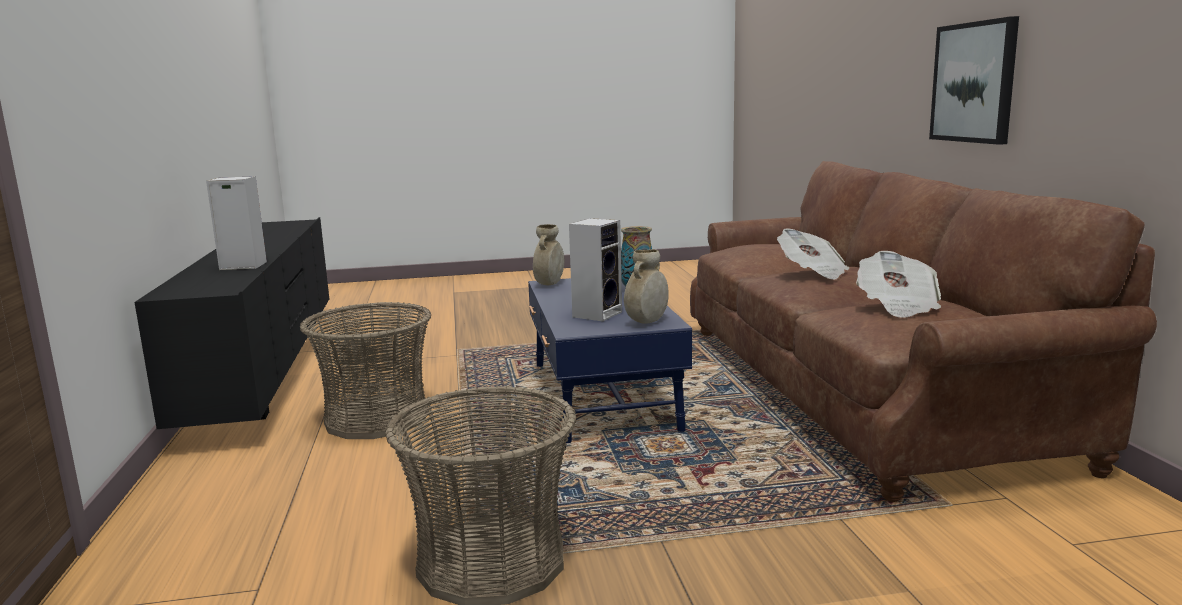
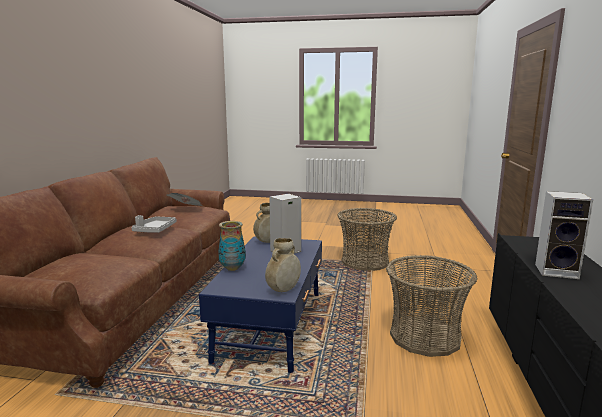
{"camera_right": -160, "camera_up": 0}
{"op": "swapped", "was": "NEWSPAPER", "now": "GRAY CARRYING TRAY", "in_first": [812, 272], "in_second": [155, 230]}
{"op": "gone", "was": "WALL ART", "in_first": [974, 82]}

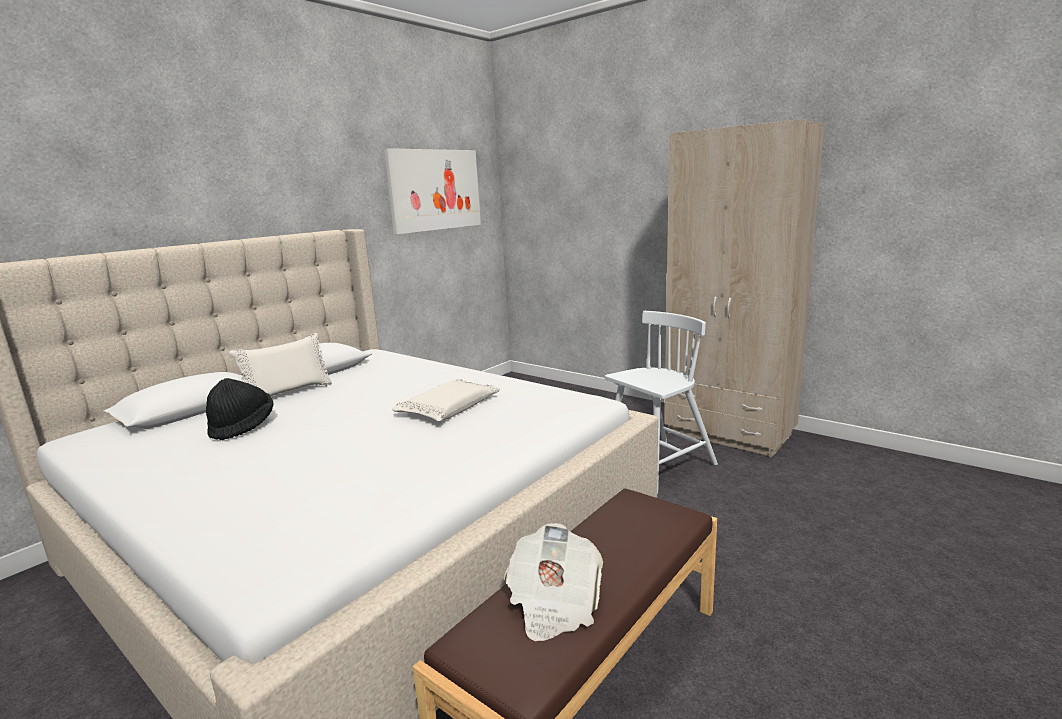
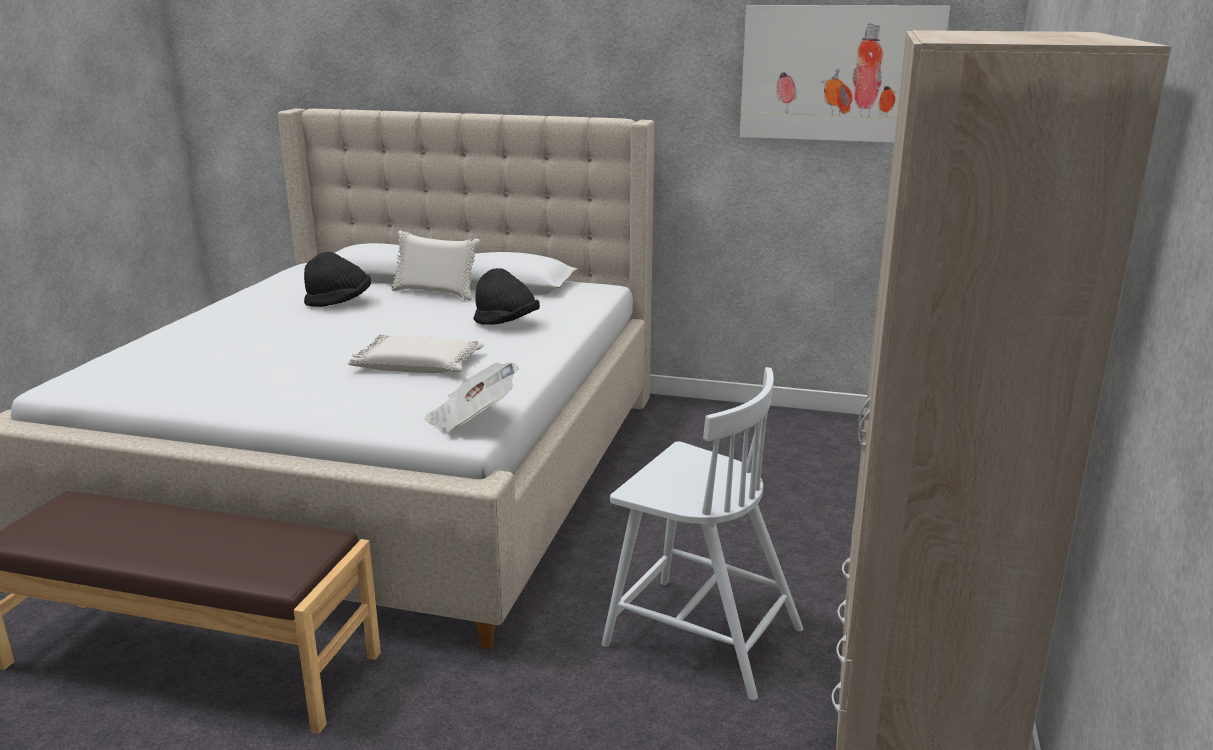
{"camera_right": 65, "camera_up": 5}
{"op": "shifted", "was": "NEWSPAPER", "in_first": [554, 604], "in_second": [472, 419]}
{"op": "new", "now": "BLACKISH HAT", "in_second": [506, 324]}

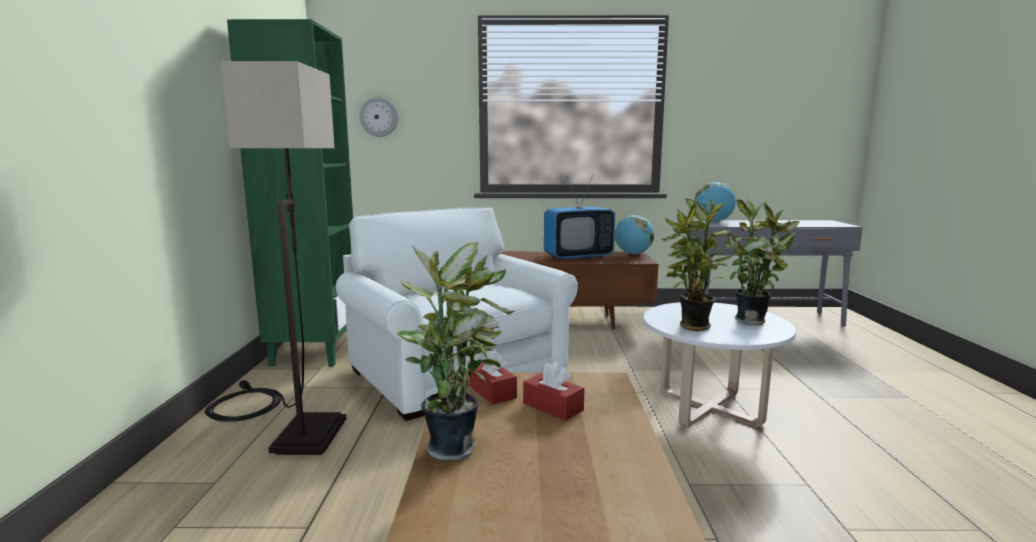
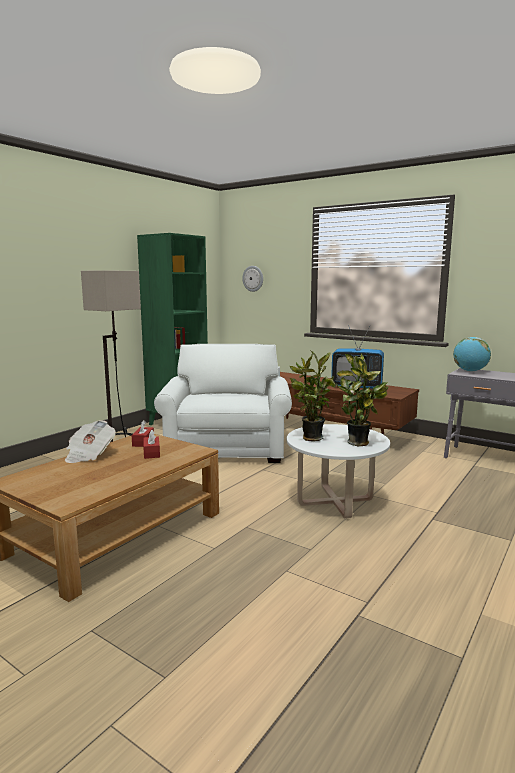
{"camera_right": 35, "camera_up": 0}
{"op": "swapped", "was": "HOUSEPLANT", "now": "NEWSPAPER", "in_first": [455, 446], "in_second": [89, 455]}
{"op": "gone", "was": "WORLD GLOBE", "in_first": [633, 254]}

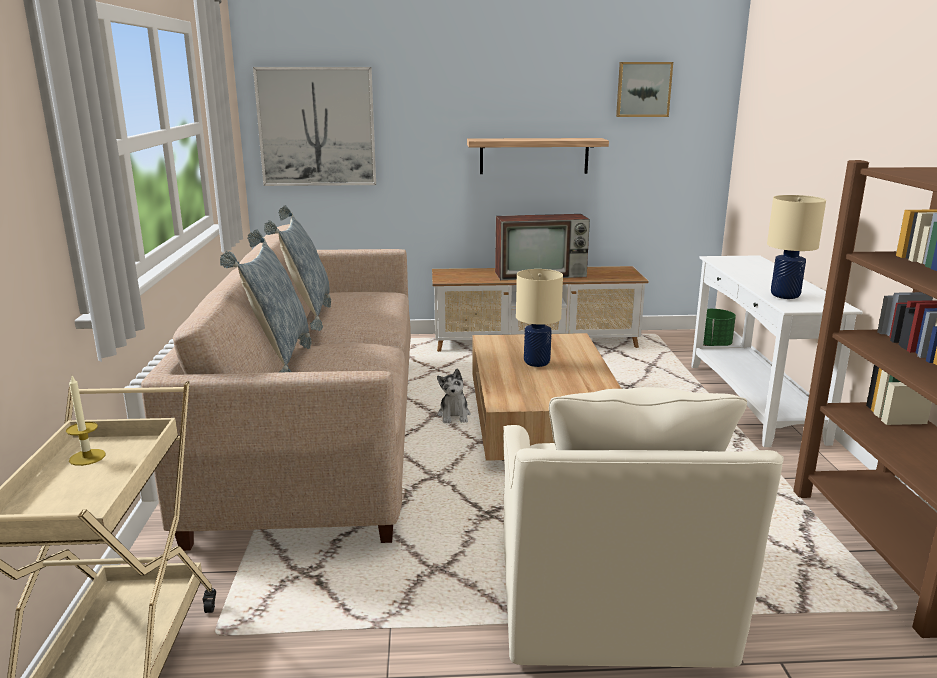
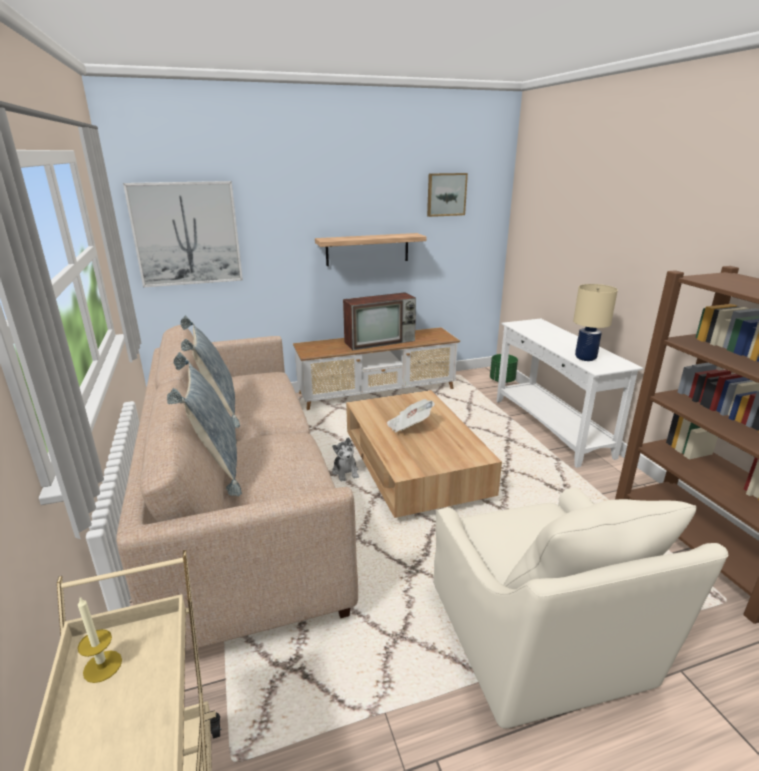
{"camera_right": -15, "camera_up": 5}
{"op": "swapped", "was": "BEIGE TABLETOP LAMP", "now": "NEWSPAPER", "in_first": [536, 364], "in_second": [409, 426]}

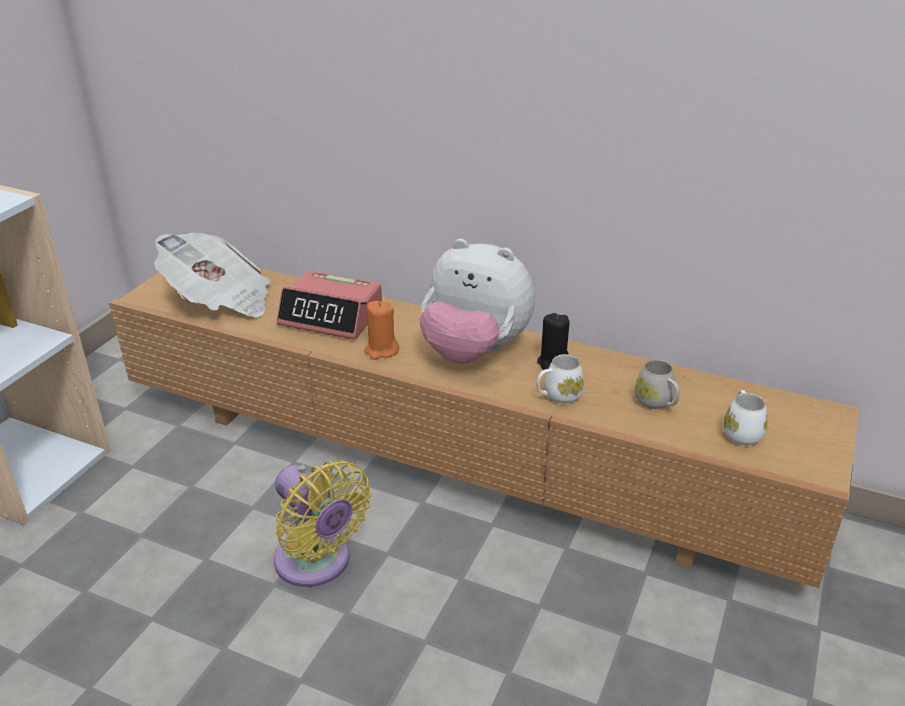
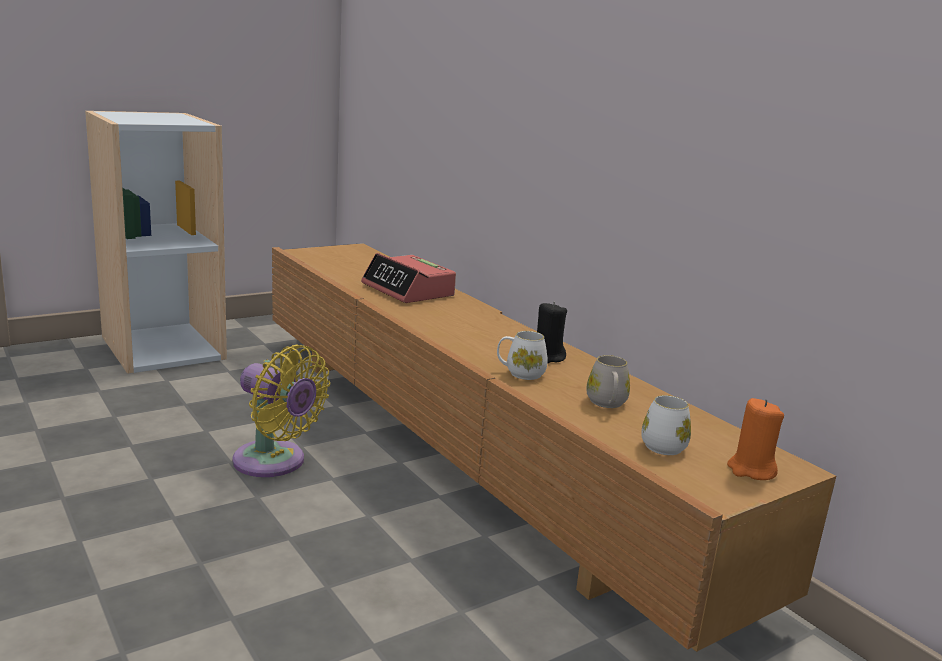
{"camera_right": 30, "camera_up": -15}
{"op": "rotated", "was": "YELLOW-COLOURED FAN", "in_first": [317, 563], "in_second": [274, 463], "clockwise": -45}
{"op": "shifted", "was": "ORANGE-COLOURED WAX LIGHT", "in_first": [381, 350], "in_second": [751, 470]}
{"op": "gone", "was": "NEWSPAPER", "in_first": [220, 300]}
{"op": "gone", "was": "SOFT TOY", "in_first": [474, 352]}

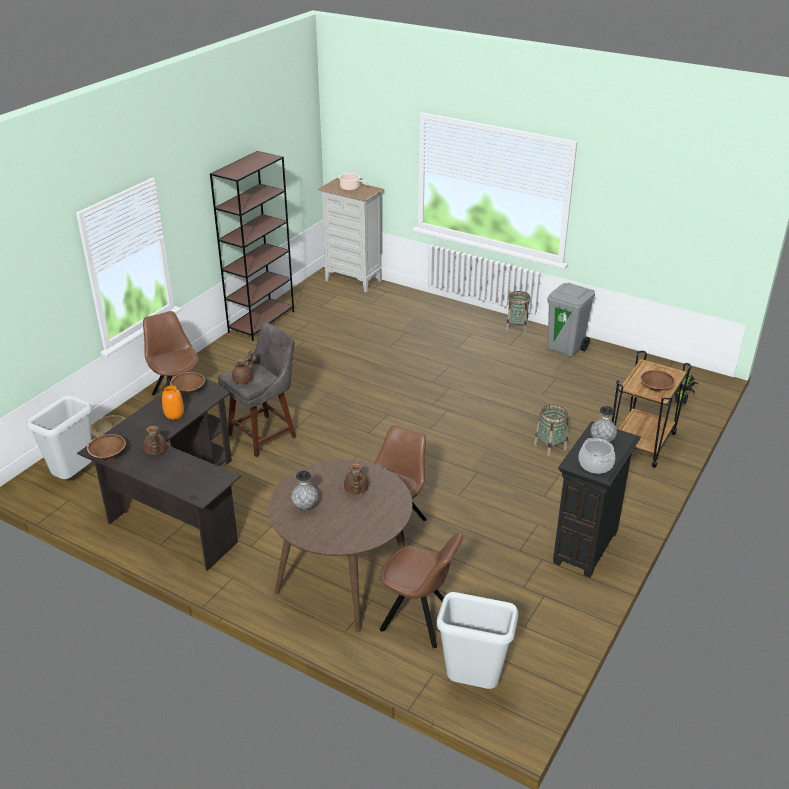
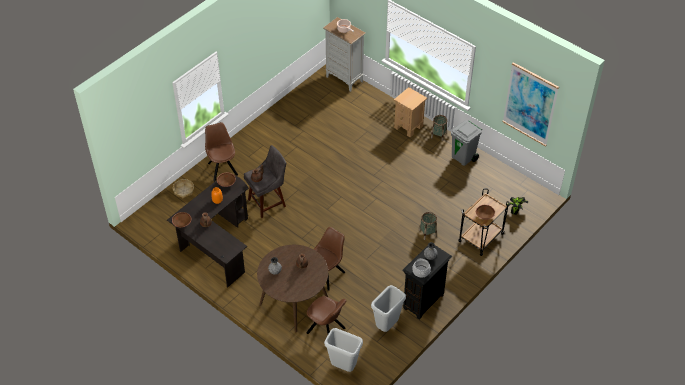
{"camera_right": 10, "camera_up": 15}
{"op": "shifted", "was": "GRAY WASTE BIN", "in_first": [74, 476], "in_second": [386, 325]}
{"op": "new", "now": "BEIGE NIGHTSTAND", "in_second": [408, 127]}
{"op": "new", "now": "WALL ART", "in_second": [530, 104]}
{"op": "gone", "was": "BROWN BOOKCASE", "in_first": [261, 321]}

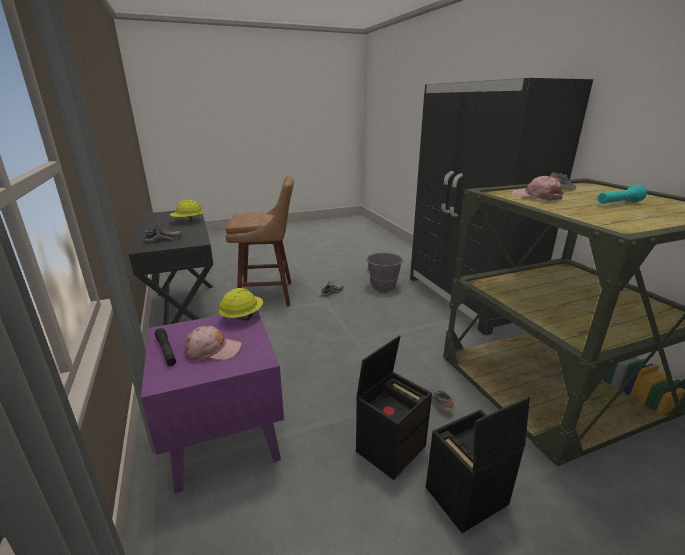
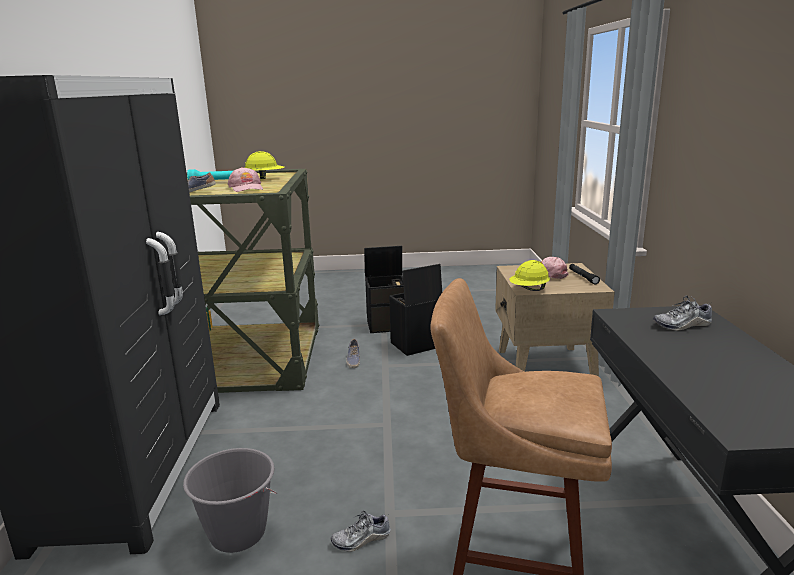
{"camera_right": -160, "camera_up": -5}
{"op": "shifted", "was": "YELLOW-COLOURED WORK HELMET", "in_first": [188, 221], "in_second": [265, 178]}
{"op": "repainted", "was": "PURPLISH NIGHTSTAND", "now": "BEIGE NIGHTSTAND", "in_first": [224, 436], "in_second": [546, 366]}

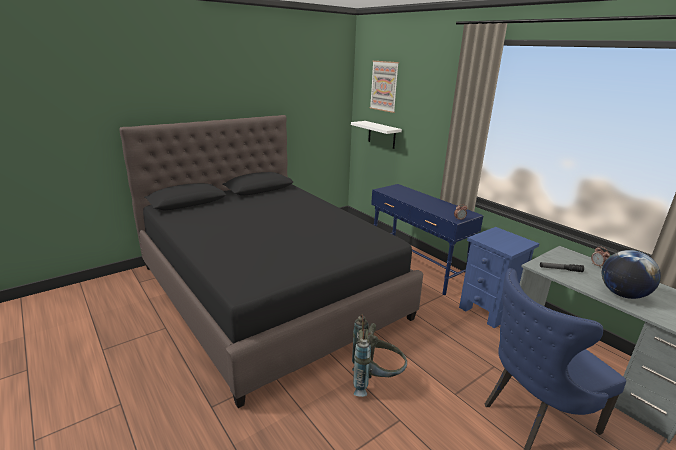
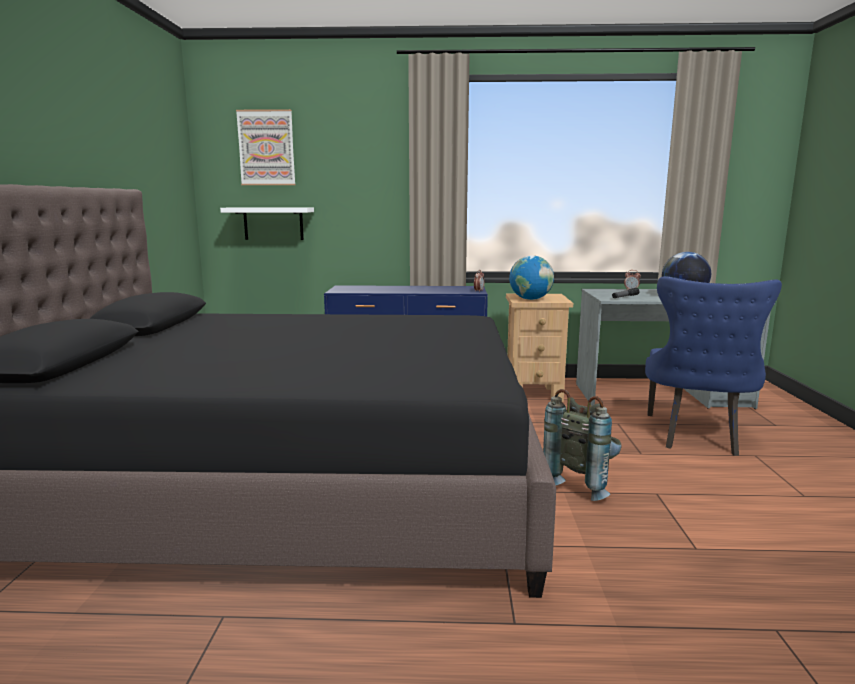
{"camera_right": -50, "camera_up": -10}
{"op": "repainted", "was": "BLUE NIGHTSTAND", "now": "BEIGE NIGHTSTAND", "in_first": [488, 311], "in_second": [534, 393]}
{"op": "new", "now": "WORLD GLOBE", "in_second": [530, 299]}

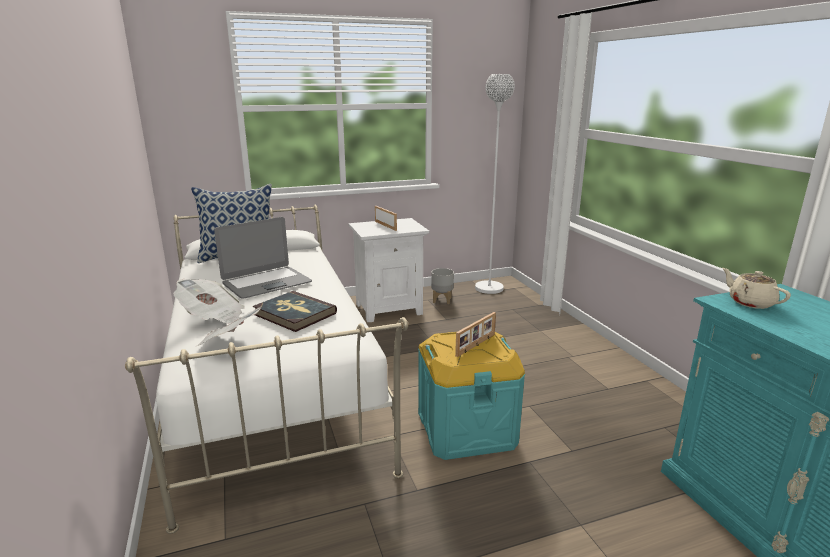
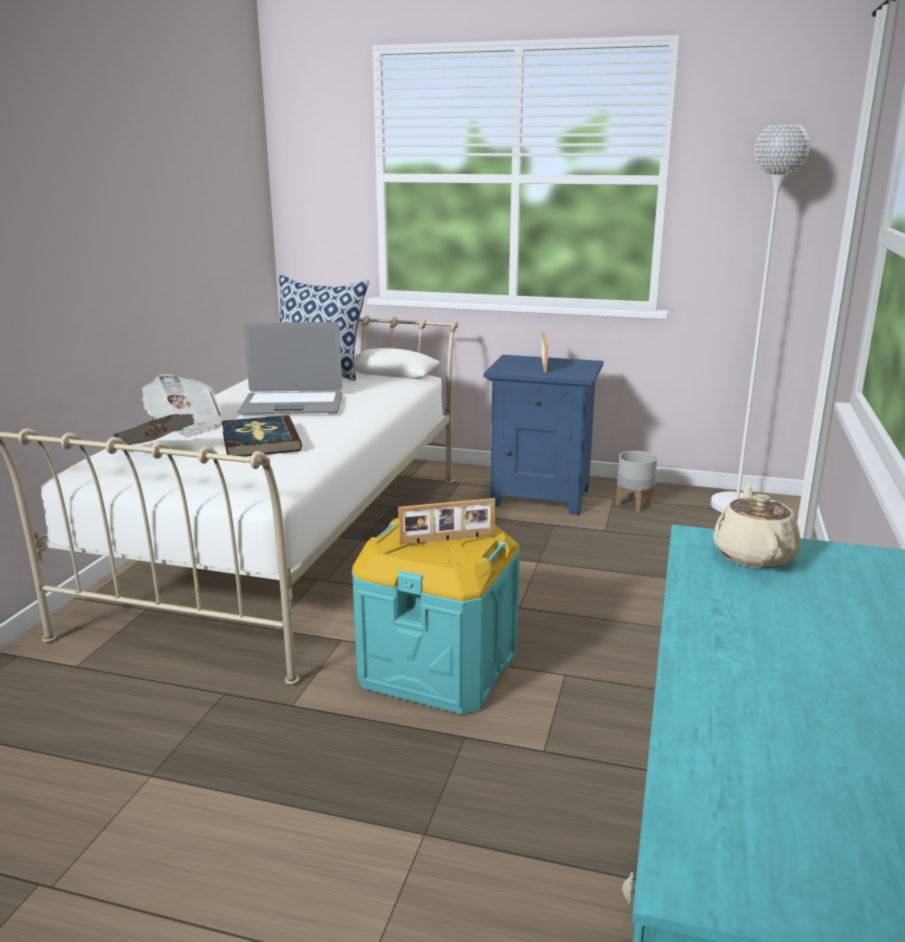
{"camera_right": 35, "camera_up": 0}
{"op": "repainted", "was": "WHITE-COLOURED NIGHTSTAND", "now": "BLUE NIGHTSTAND", "in_first": [390, 309], "in_second": [541, 497]}

